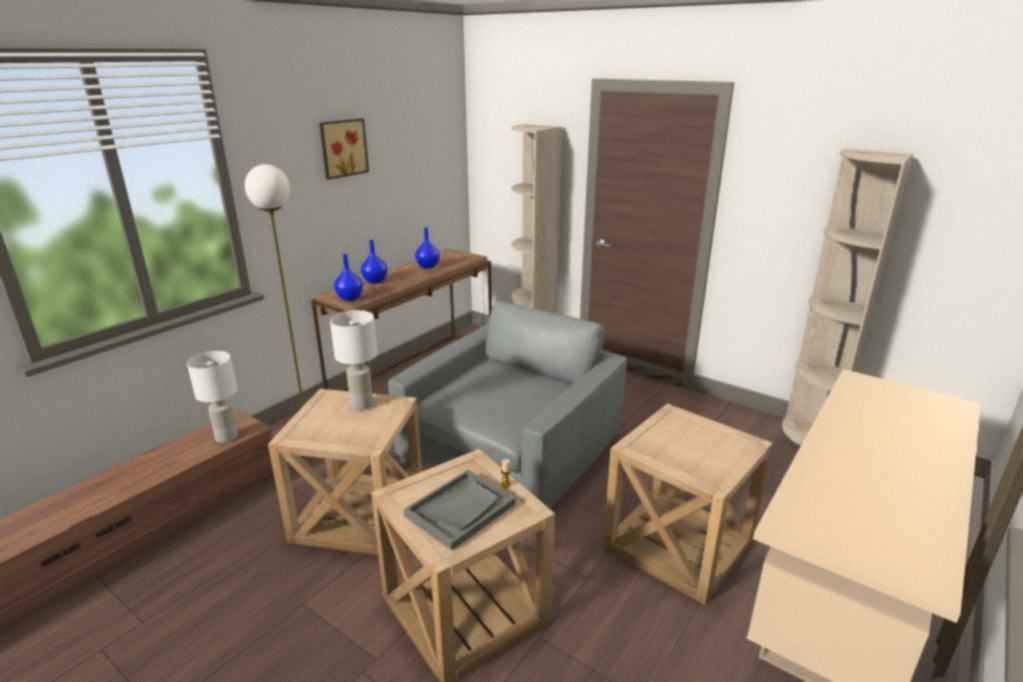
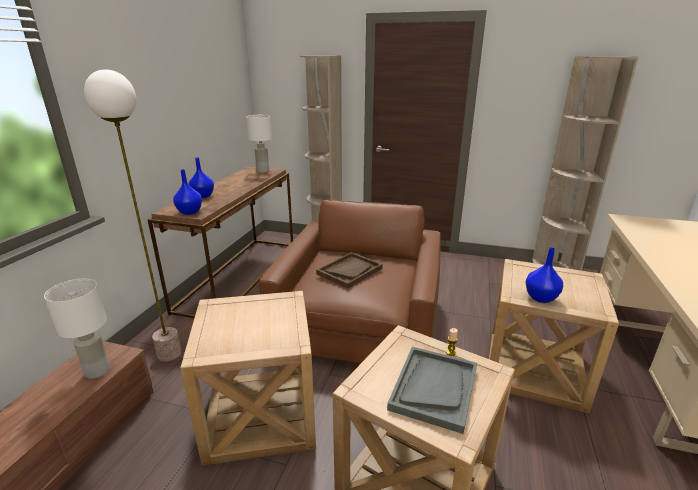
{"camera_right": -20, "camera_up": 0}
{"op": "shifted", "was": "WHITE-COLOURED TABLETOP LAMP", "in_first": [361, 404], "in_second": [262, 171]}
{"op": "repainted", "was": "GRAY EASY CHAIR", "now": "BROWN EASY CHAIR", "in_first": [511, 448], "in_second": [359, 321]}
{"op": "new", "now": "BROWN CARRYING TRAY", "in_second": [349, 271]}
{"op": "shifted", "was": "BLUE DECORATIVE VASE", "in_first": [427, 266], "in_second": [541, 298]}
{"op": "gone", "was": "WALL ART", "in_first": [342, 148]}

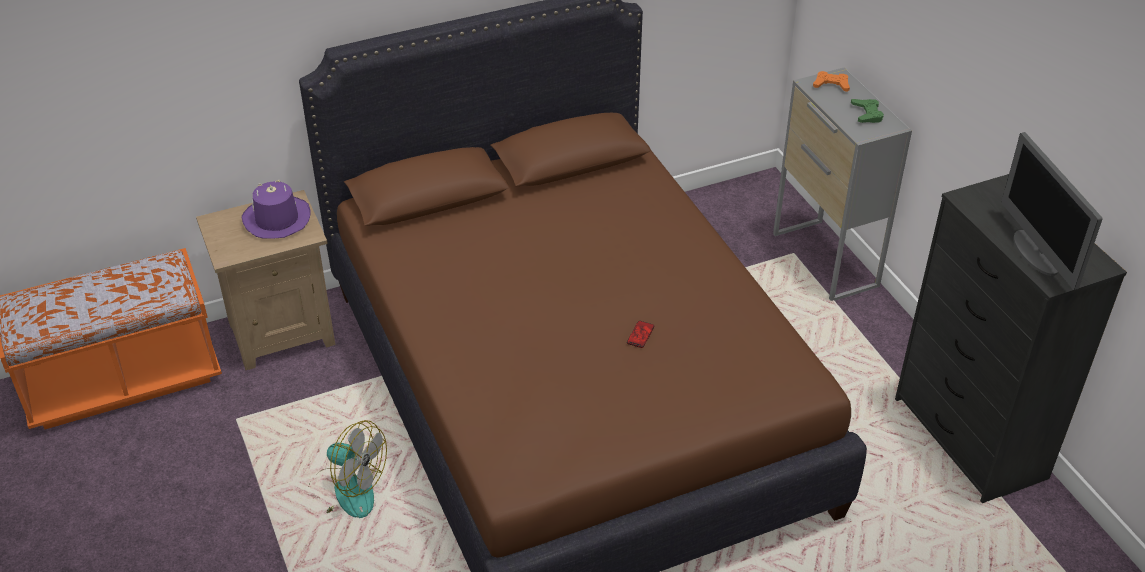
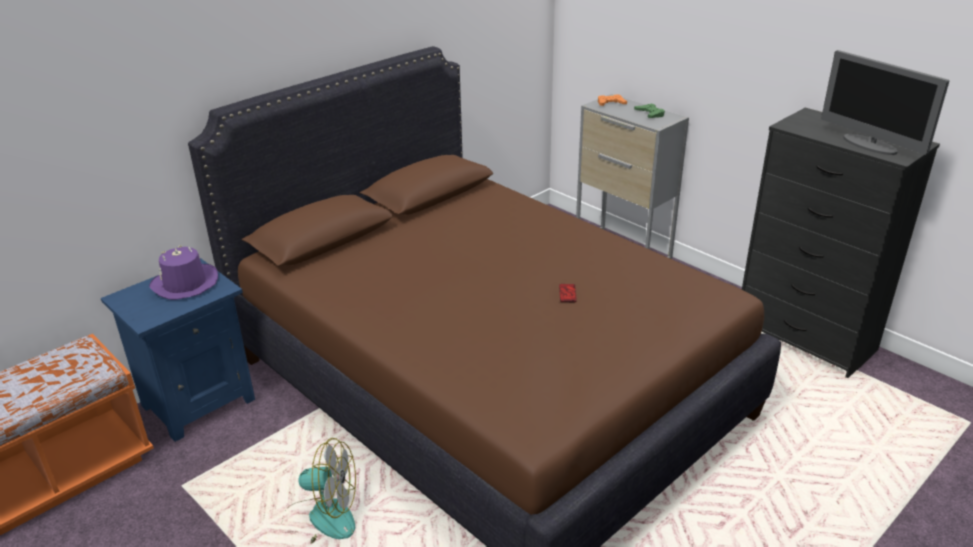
{"camera_right": -20, "camera_up": -10}
{"op": "repainted", "was": "BEIGE NIGHTSTAND", "now": "BLUE NIGHTSTAND", "in_first": [283, 334], "in_second": [201, 403]}

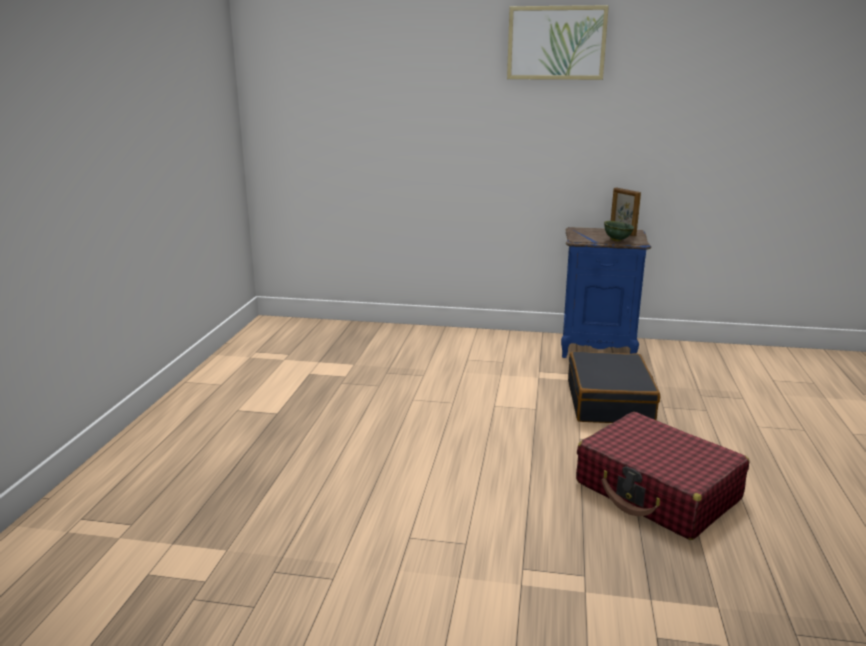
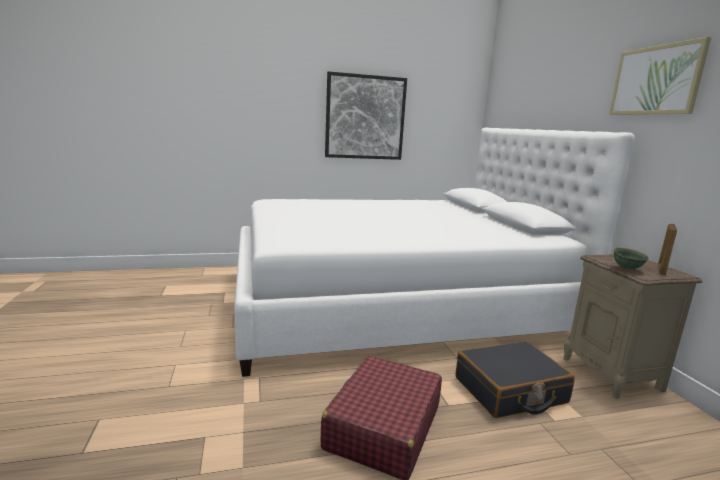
{"camera_right": 65, "camera_up": -5}
{"op": "new", "now": "WHITE-COLOURED SLEEPING BED", "in_second": [393, 304]}
{"op": "new", "now": "WALL ART", "in_second": [365, 117]}
{"op": "repainted", "was": "BLUE NIGHTSTAND", "now": "BEIGE NIGHTSTAND", "in_first": [597, 349], "in_second": [610, 374]}

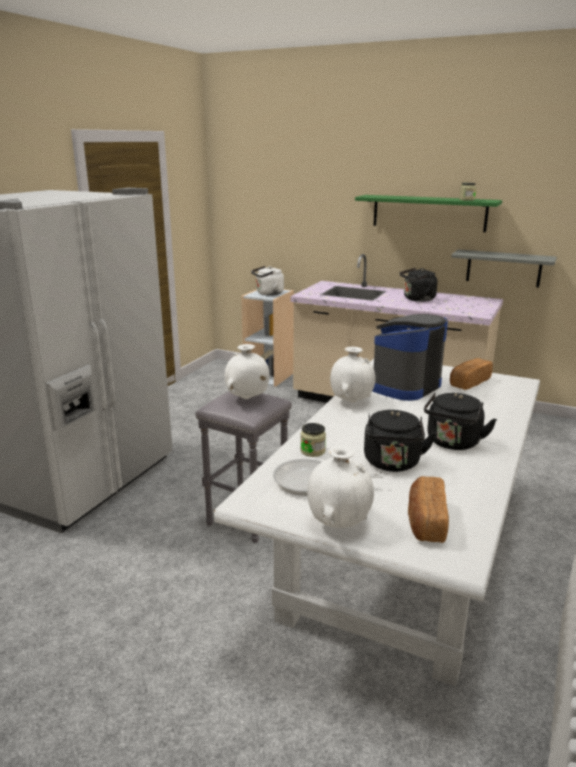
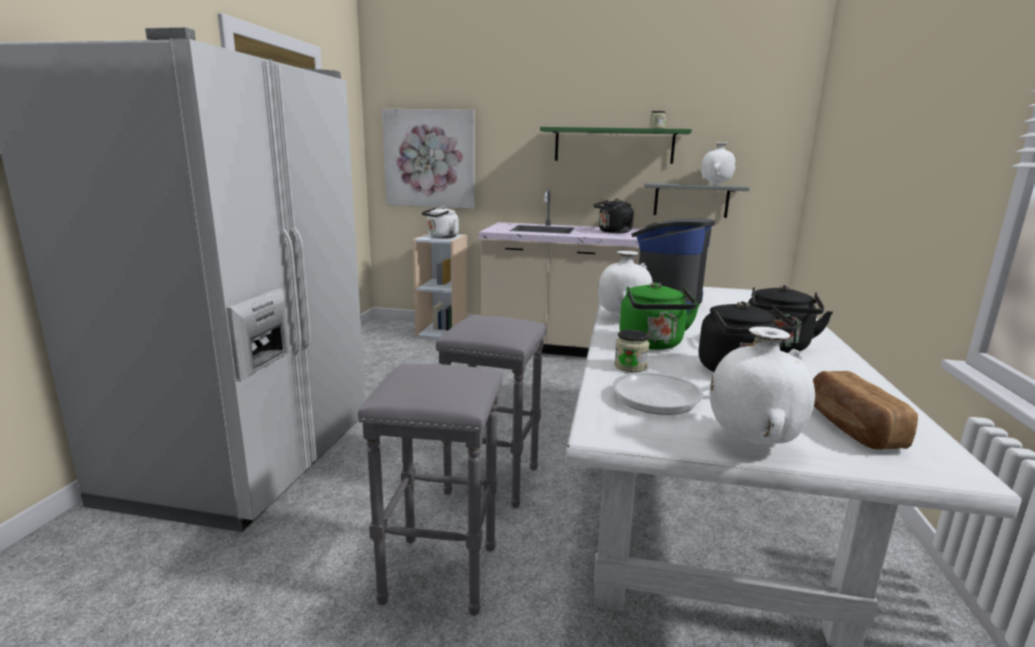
{"camera_right": -15, "camera_up": -5}
{"op": "new", "now": "GRAY STOOL", "in_second": [438, 571]}
{"op": "new", "now": "WALL ART", "in_second": [429, 159]}
{"op": "new", "now": "GREEN-COLOURED WATER KETTLE", "in_second": [653, 344]}
{"op": "shifted", "was": "WHITE-COLOURED DECORATIVE VASE", "in_first": [247, 399], "in_second": [715, 185]}
{"op": "gone", "was": "BREAD", "in_first": [468, 383]}

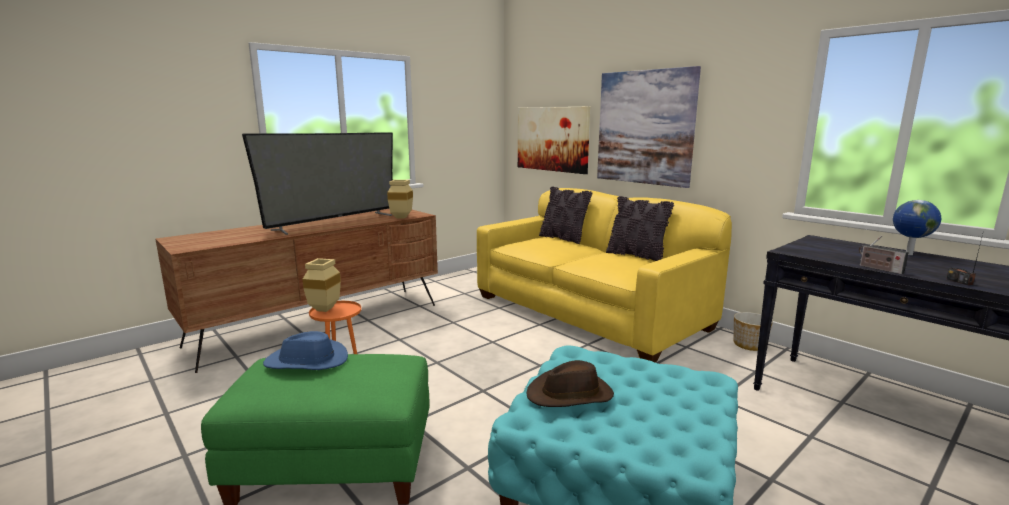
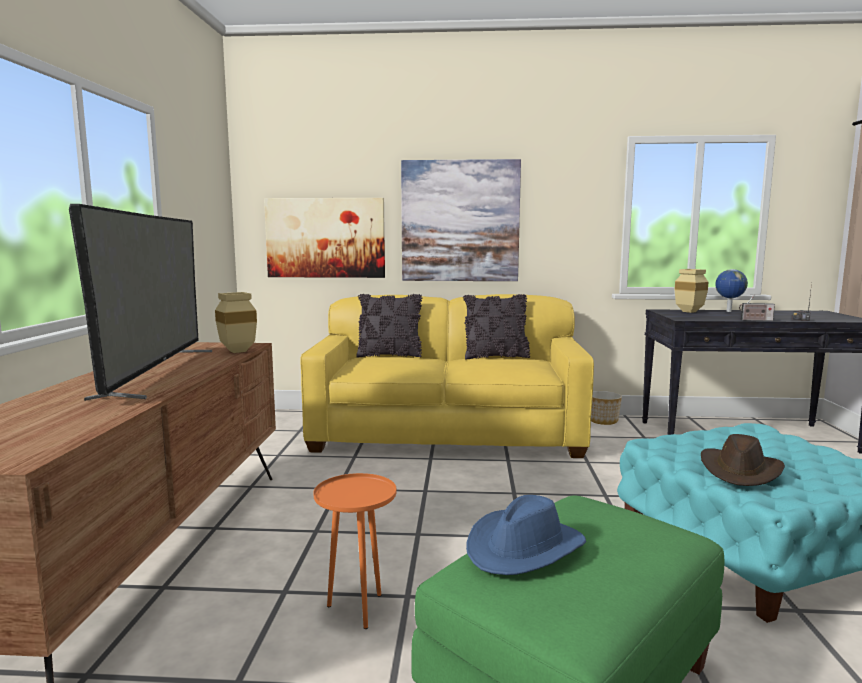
{"camera_right": -45, "camera_up": -5}
{"op": "shifted", "was": "BEIGE DECORATIVE VASE", "in_first": [324, 309], "in_second": [687, 311]}

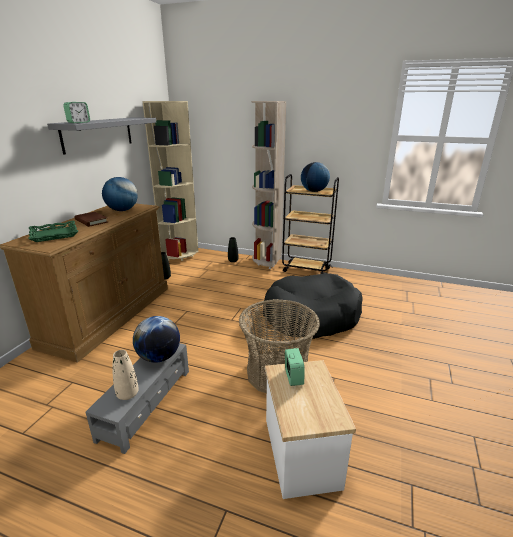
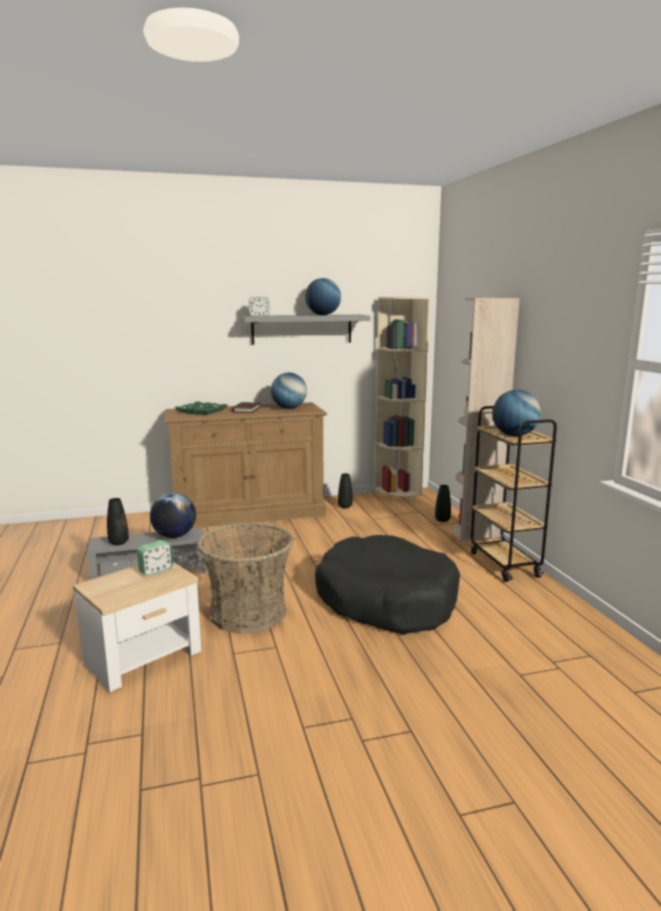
{"camera_right": 55, "camera_up": -10}
{"op": "repainted", "was": "BEIGE DECORATIVE VASE", "now": "BLACKISH DECORATIVE VASE", "in_first": [127, 394], "in_second": [118, 542]}
{"op": "new", "now": "WORLD GLOBE", "in_second": [323, 315]}

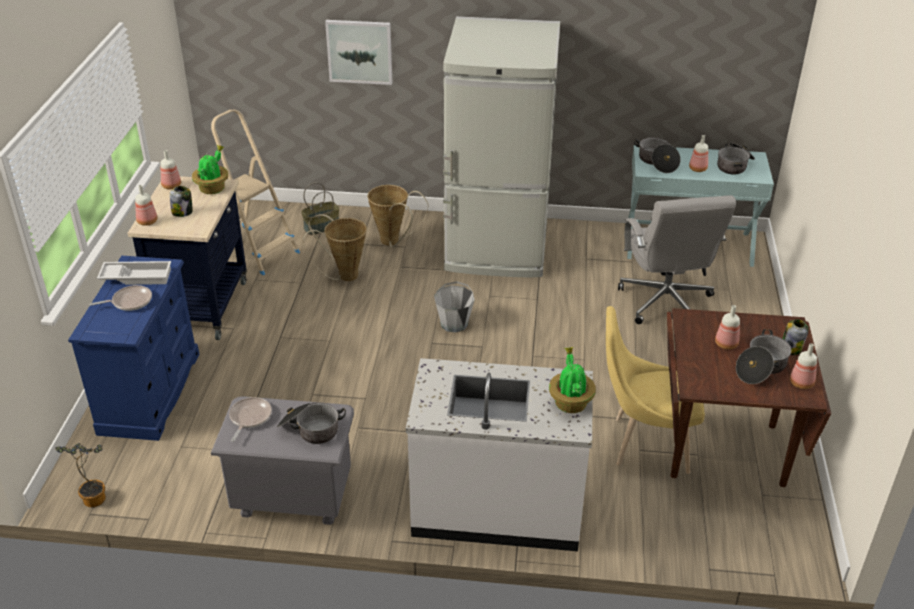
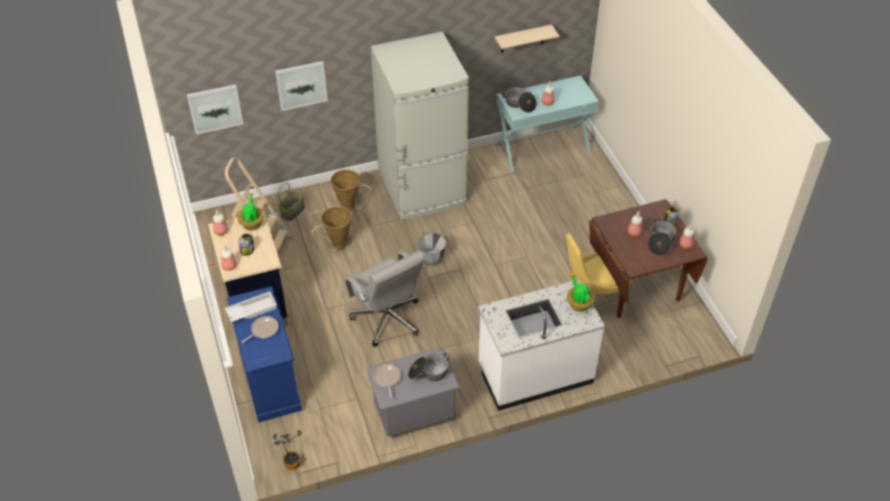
{"camera_right": -25, "camera_up": 10}
{"op": "new", "now": "WALL ART", "in_second": [215, 108]}
{"op": "shifted", "was": "GRAY OFFICE CHAIR", "in_first": [665, 300], "in_second": [387, 317]}
{"op": "new", "now": "BEIGE BRACKET SHELF", "in_second": [522, 39]}
{"op": "gone", "was": "COOKING POT", "in_first": [734, 165]}

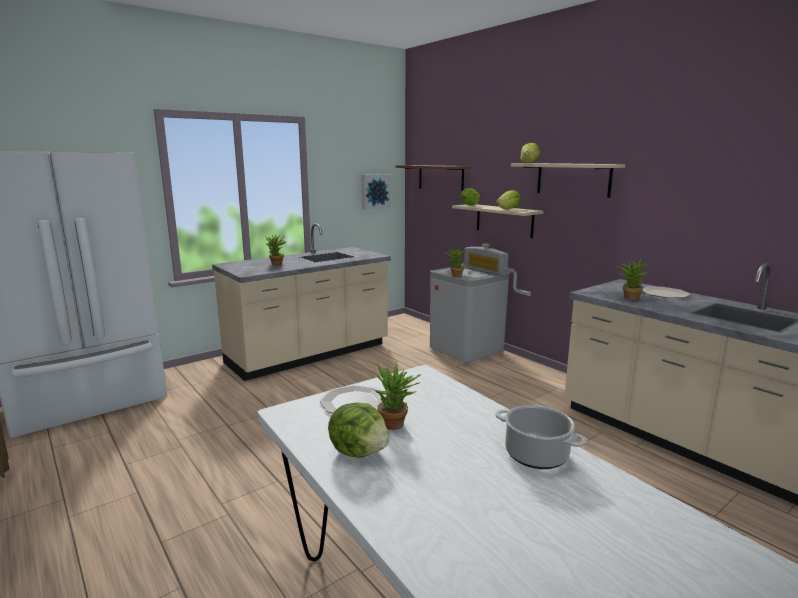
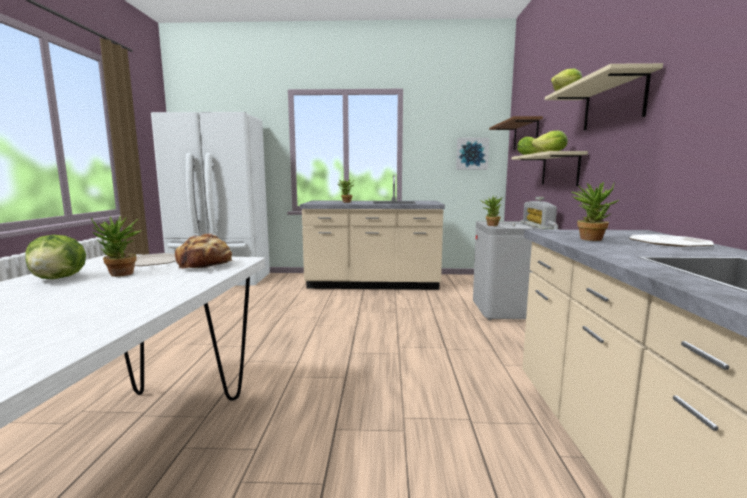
{"camera_right": 40, "camera_up": -5}
{"op": "new", "now": "BREAD", "in_second": [205, 265]}
{"op": "gone", "was": "COOKING POT", "in_first": [535, 455]}

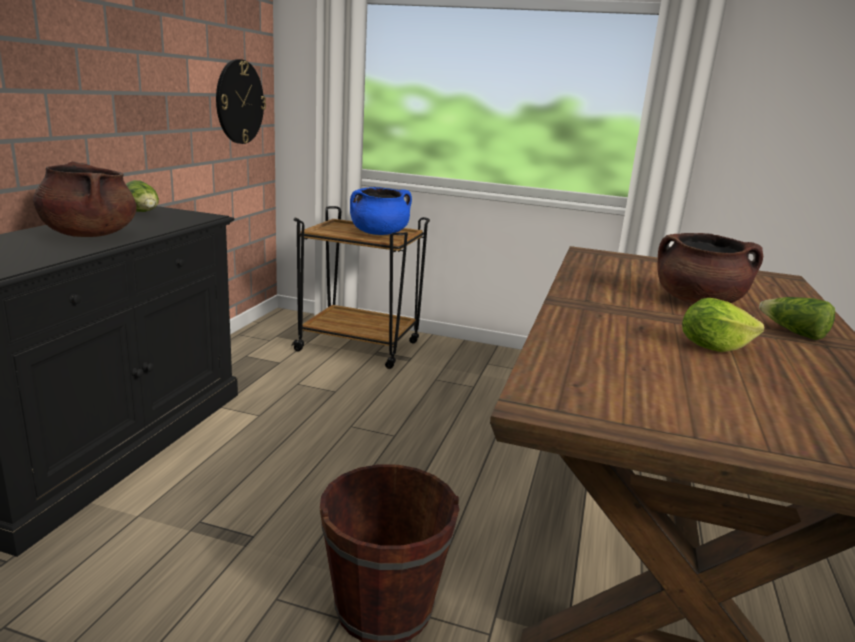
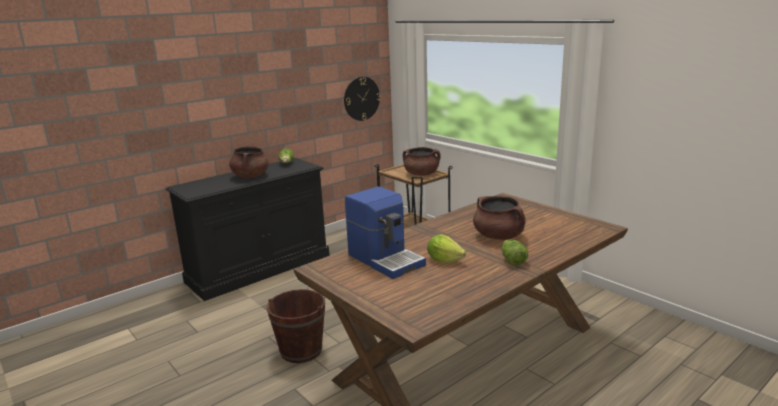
{"camera_right": 35, "camera_up": 0}
{"op": "new", "now": "COFFEE BREWER", "in_second": [386, 259]}
{"op": "repainted", "was": "BLUE COOKING POT", "now": "BROWN COOKING POT", "in_first": [379, 233], "in_second": [421, 174]}

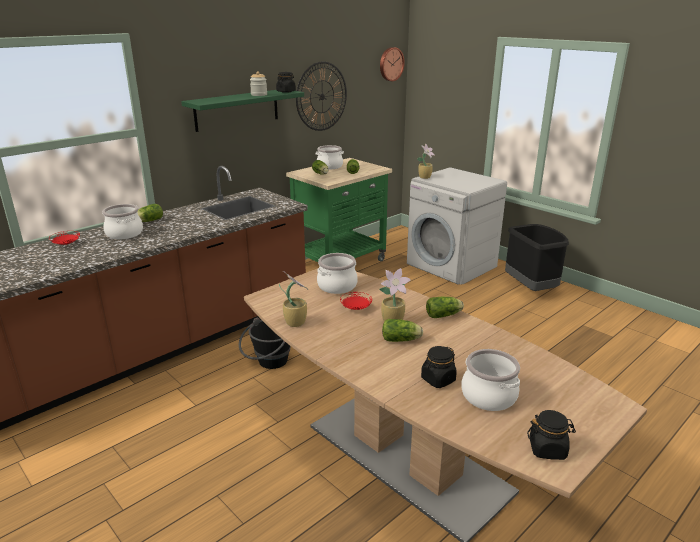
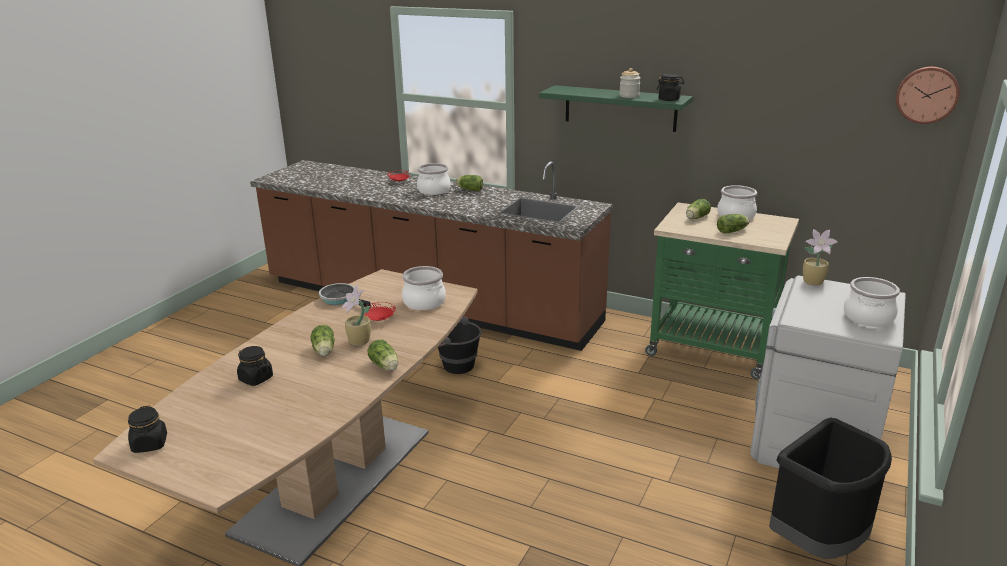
{"camera_right": 70, "camera_up": 0}
{"op": "swapped", "was": "HOUSEPLANT", "now": "PAN", "in_first": [295, 322], "in_second": [341, 299]}
{"op": "shifted", "was": "COOKING POT", "in_first": [489, 396], "in_second": [869, 317]}
{"op": "gone", "was": "HANGING CLOCK", "in_first": [321, 96]}

